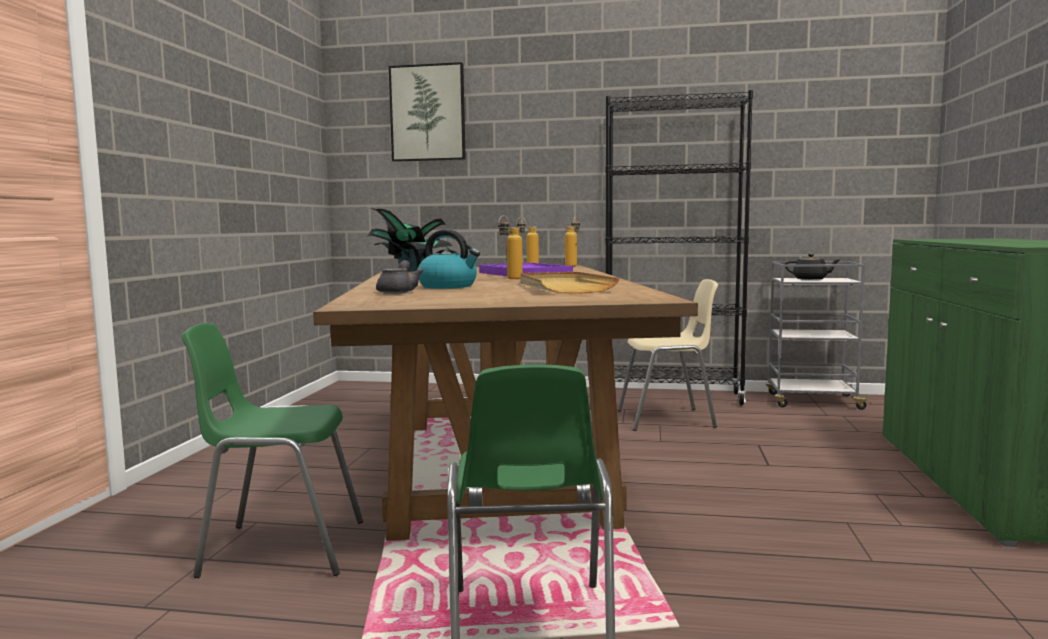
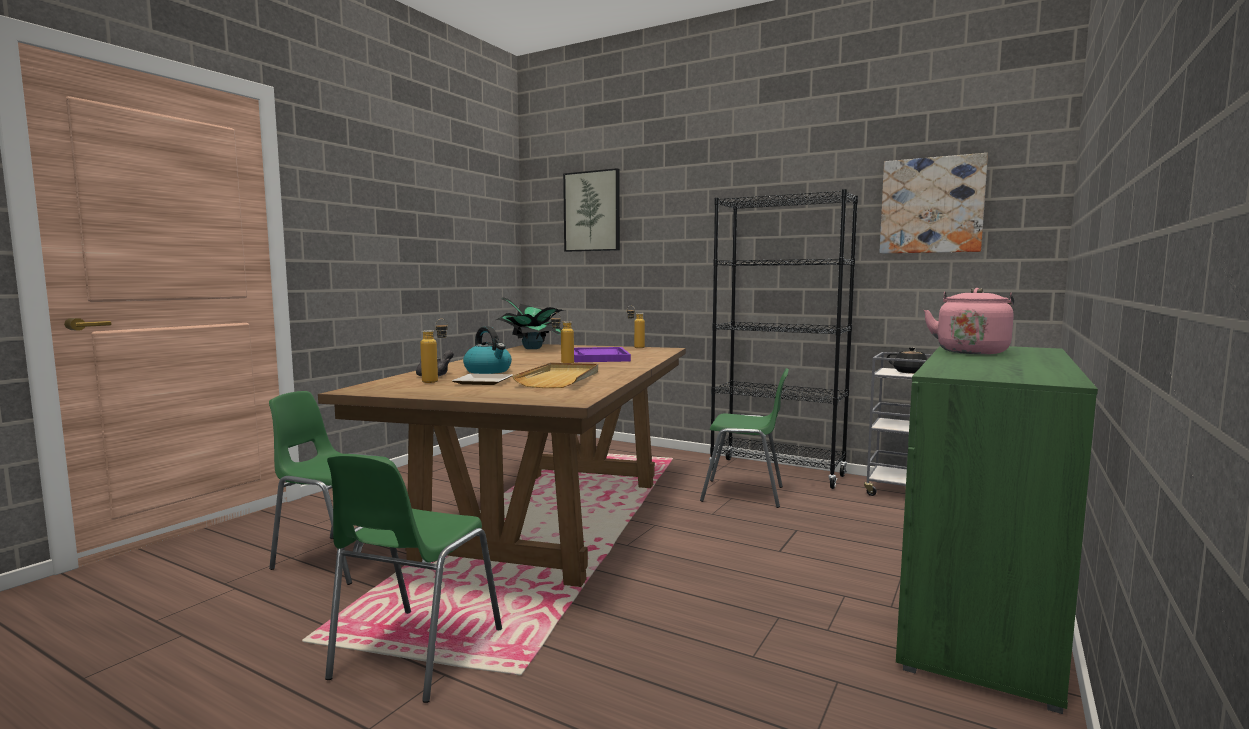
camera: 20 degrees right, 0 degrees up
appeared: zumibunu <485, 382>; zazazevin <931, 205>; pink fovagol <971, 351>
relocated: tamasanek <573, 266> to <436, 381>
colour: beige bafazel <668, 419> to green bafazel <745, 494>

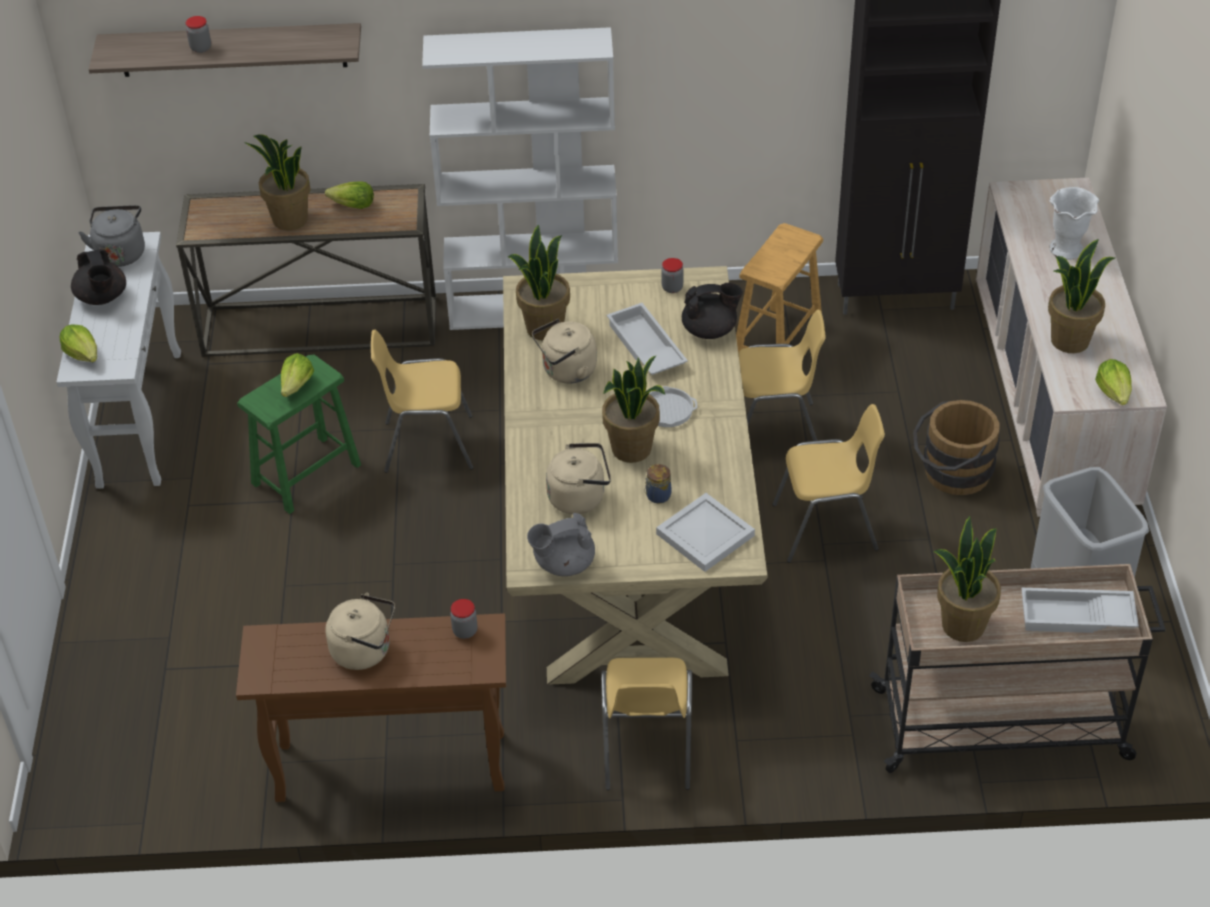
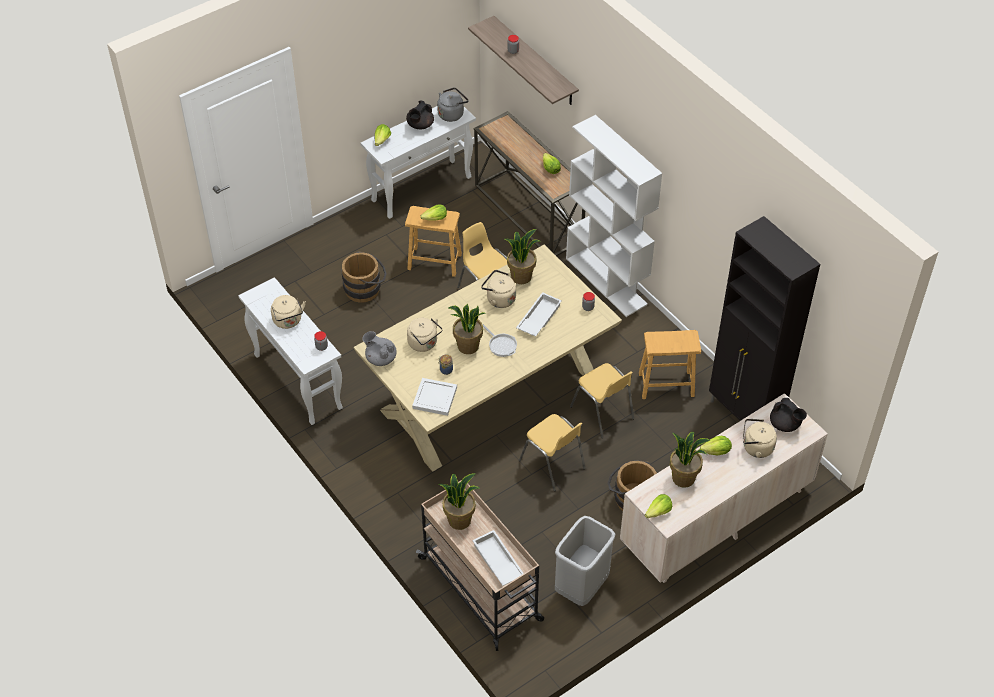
camera: 55 degrees right, 5 degrees up
missing: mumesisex <289, 220>; yellow bafazel <646, 750>
appeared: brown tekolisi <366, 289>; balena <716, 452>
relocated: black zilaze <710, 330> to <785, 424>
exchanged: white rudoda <1065, 249> to beige fovagol <756, 447>
colour: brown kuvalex <389, 768> to white kuvalex <297, 381>; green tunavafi <306, 474> to brown tunavafi <434, 261>

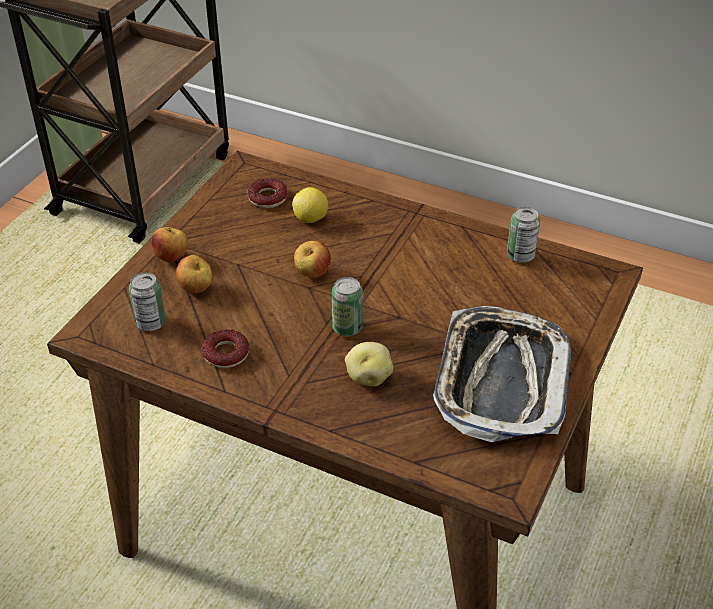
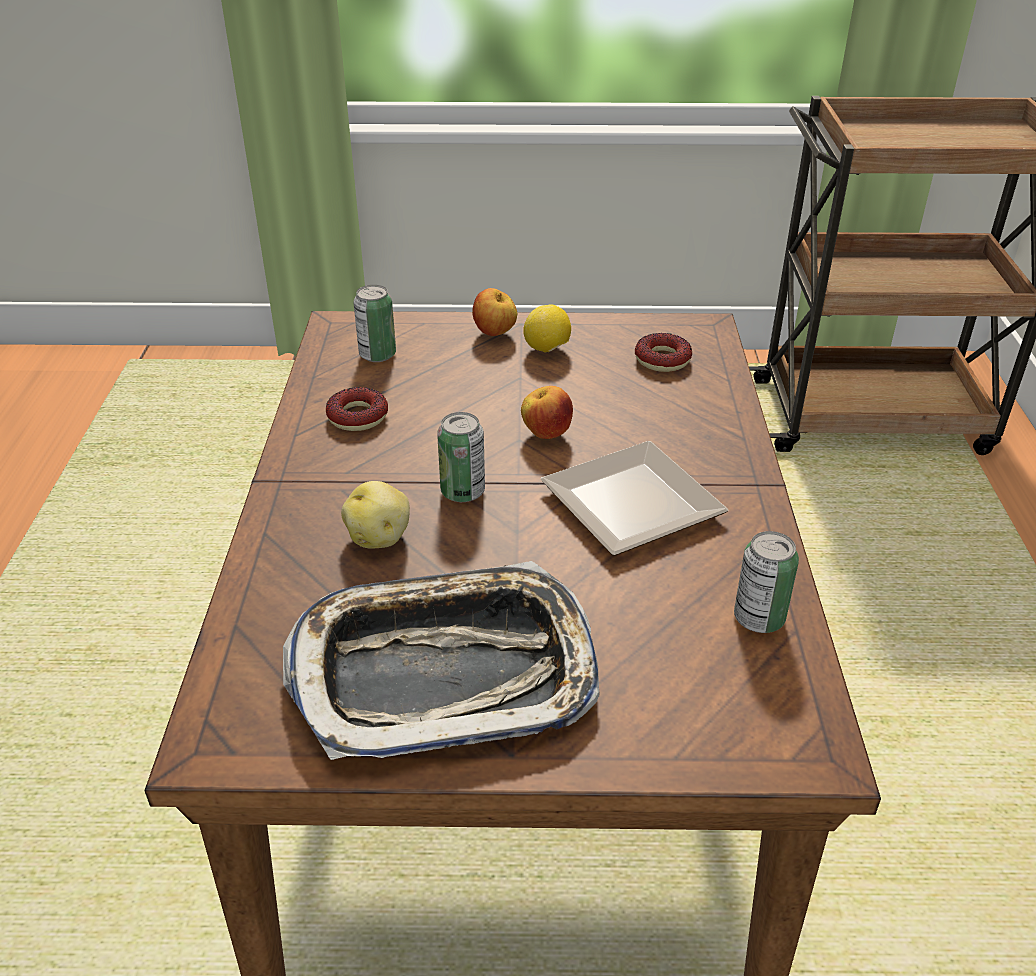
camera: 65 degrees right, 5 degrees down
missing: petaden <196, 289>
appeared: zumibunu <638, 505>
relocated: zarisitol <311, 219> to <547, 350>

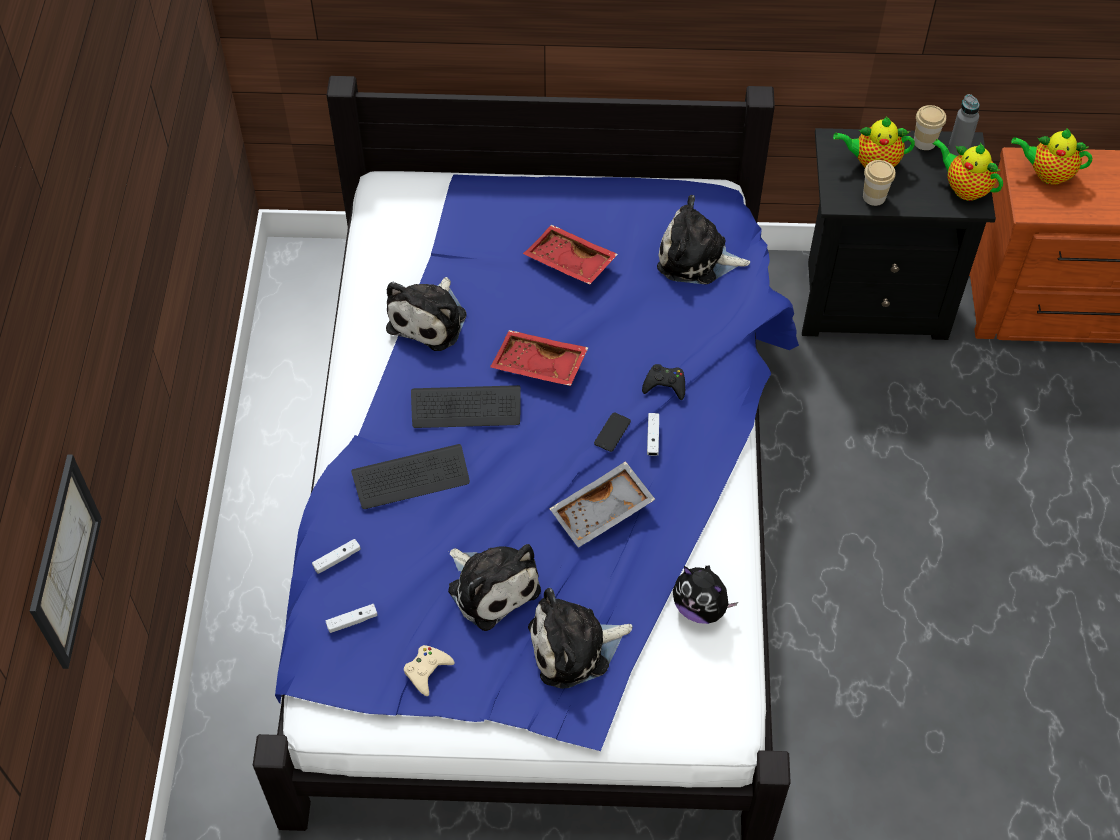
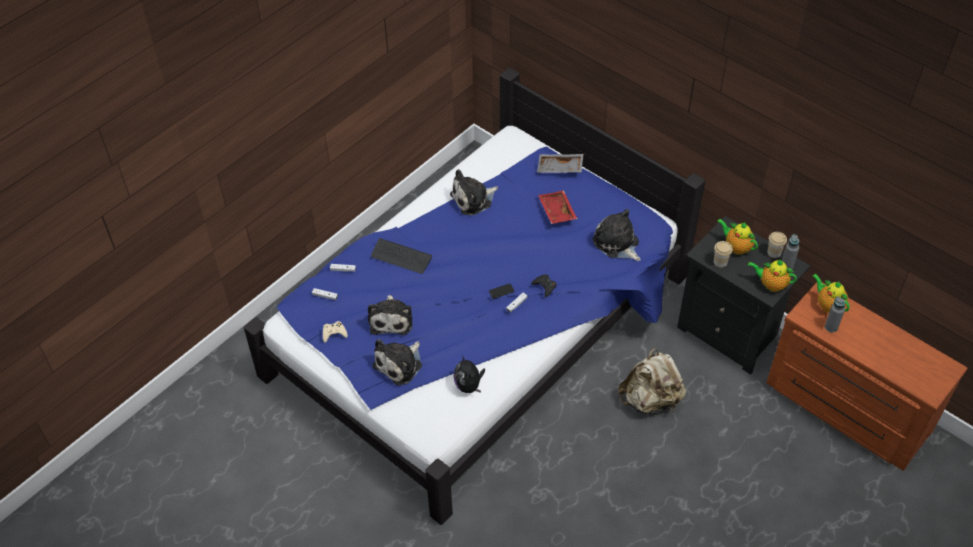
camera: 40 degrees right, 5 degrees down
missing: zazazevin <64, 561>; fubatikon <466, 408>; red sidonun <538, 366>
appeared: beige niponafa <650, 400>; grey tamasanek <831, 327>
relocated: grey sidonun <603, 512> to <560, 168>
spun: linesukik <574, 647> = <400, 364> 75 degrees counterclockwise; zilaze <964, 188> = <771, 284> 60 degrees counterclockwise

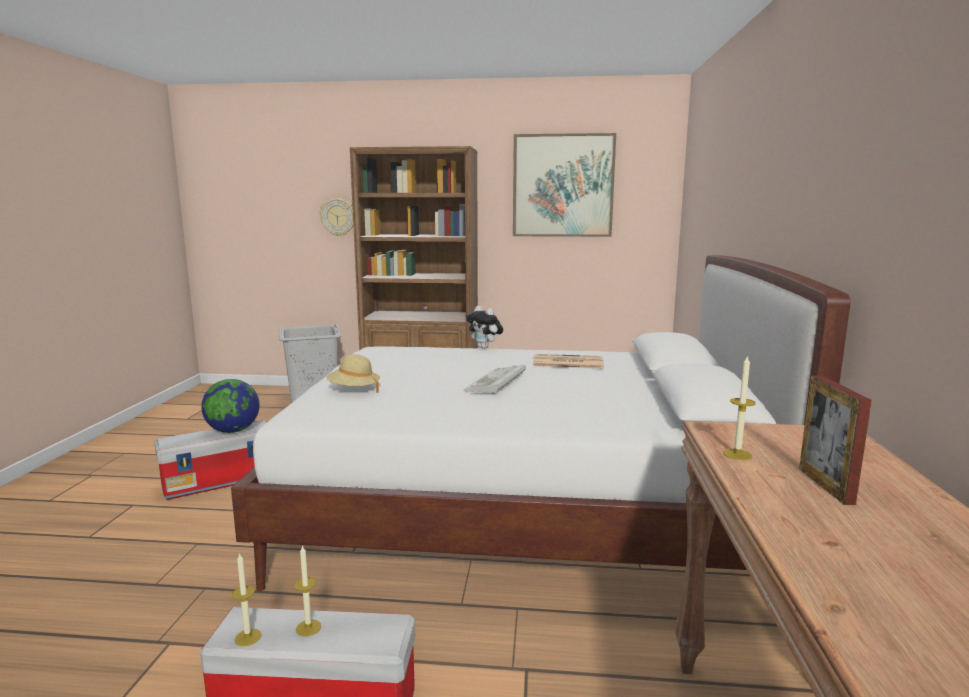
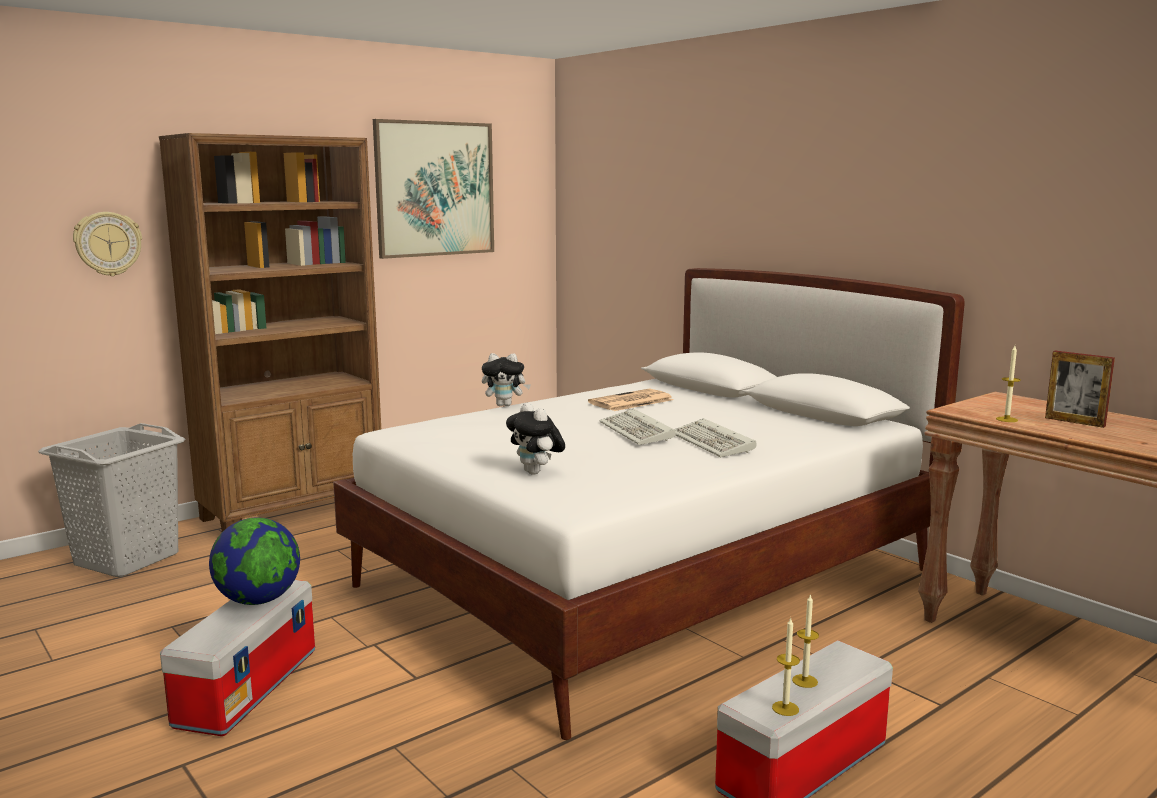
camera: 45 degrees left, 0 degrees up
appeared: fubatikon <714, 443>
exchanged: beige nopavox <354, 390> to linesukik <536, 472>

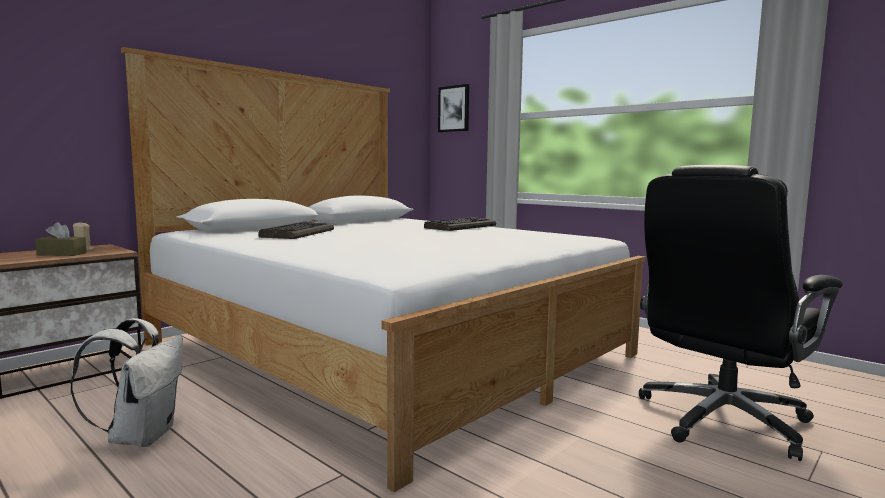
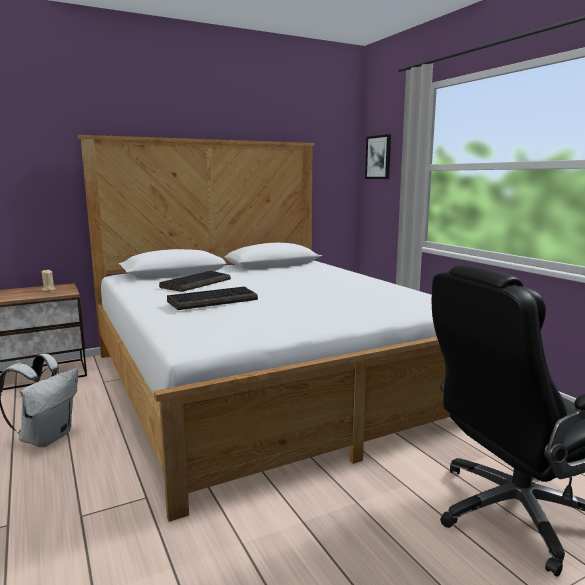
camera: 20 degrees right, 5 degrees up
missing: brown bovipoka <62, 254>
relocated: fubatikon <461, 226> to <213, 300>

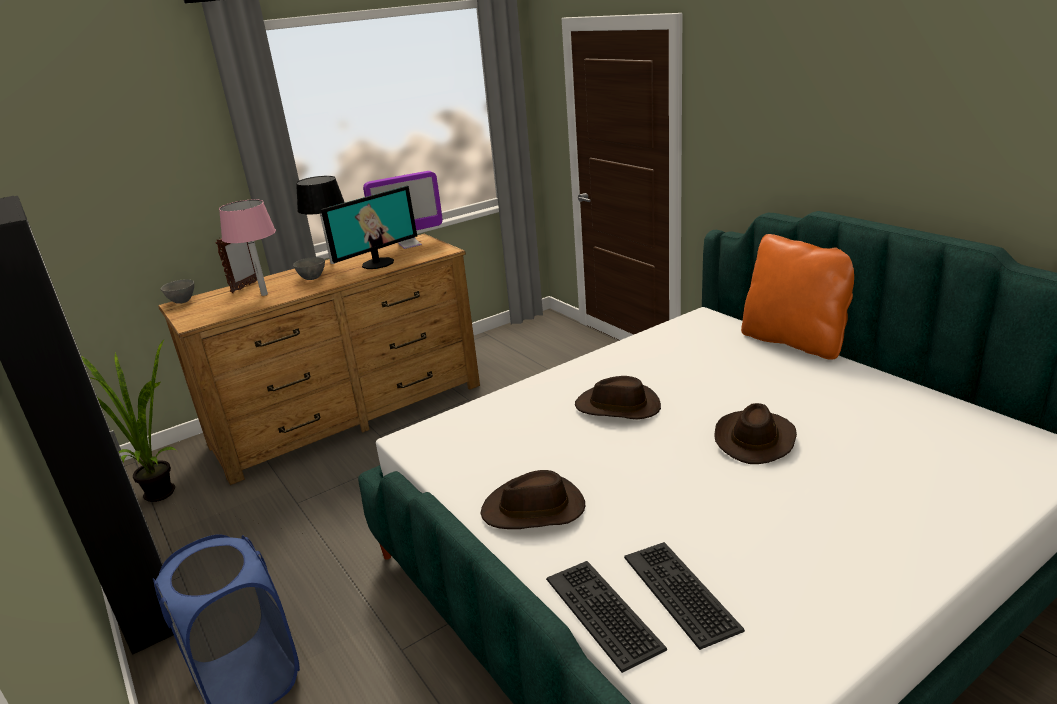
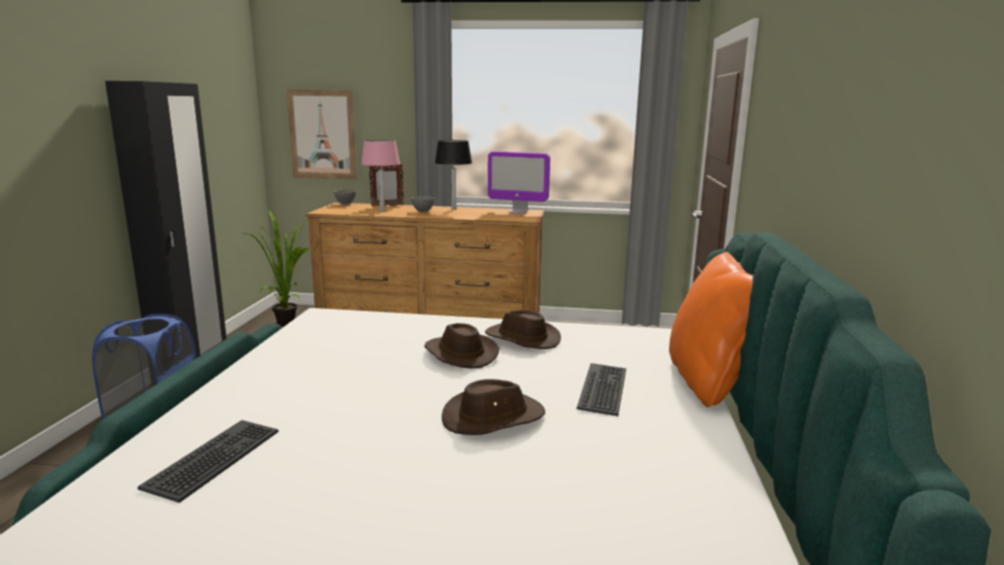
camera: 40 degrees right, 10 degrees down
missing: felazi <377, 263>
appeared: zazazevin <322, 135>
relocated: brown nopavox <534, 509> to <522, 339>; fubatikon <604, 613> to <604, 389>

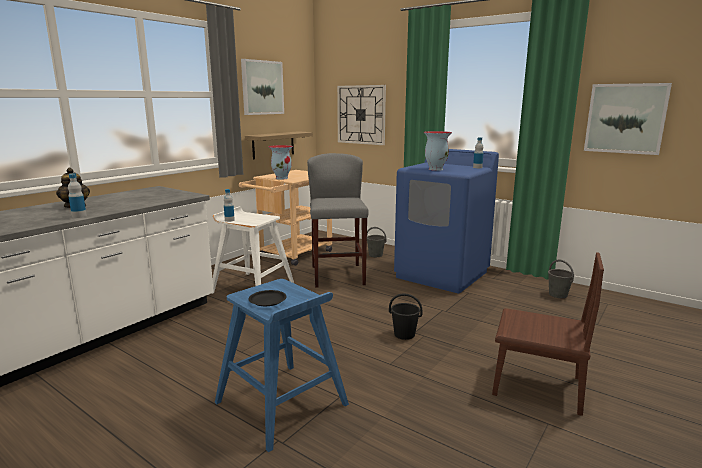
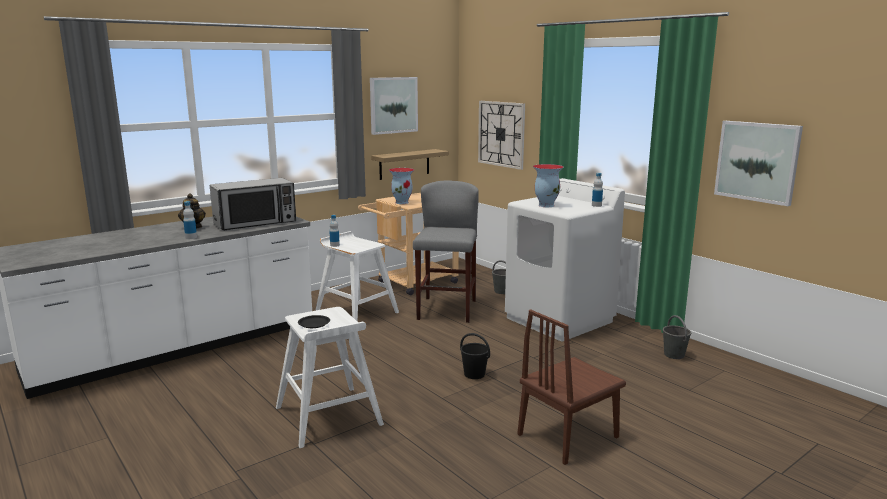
camera: 15 degrees right, 0 degrees up
appeared: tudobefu <255, 223>
colour: blue tunavafi <282, 404> to white tunavafi <328, 416>; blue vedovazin <442, 274> to white vedovazin <559, 320>
spun: brown bafazel <537, 386> = <568, 435> 105 degrees clockwise

